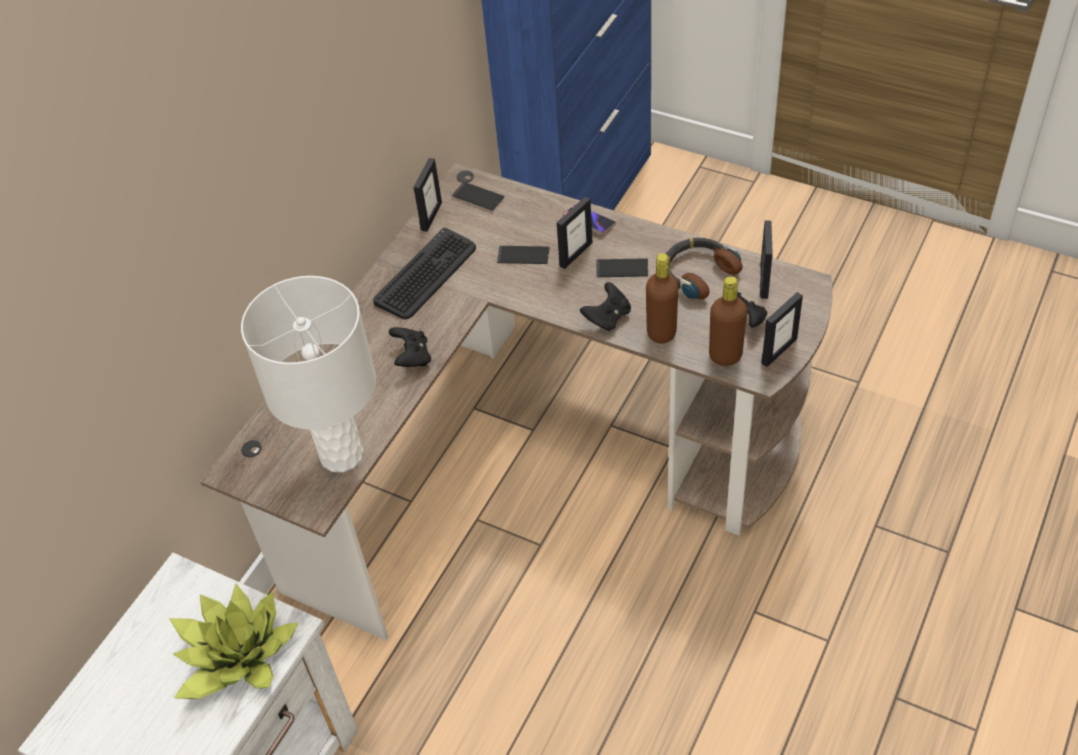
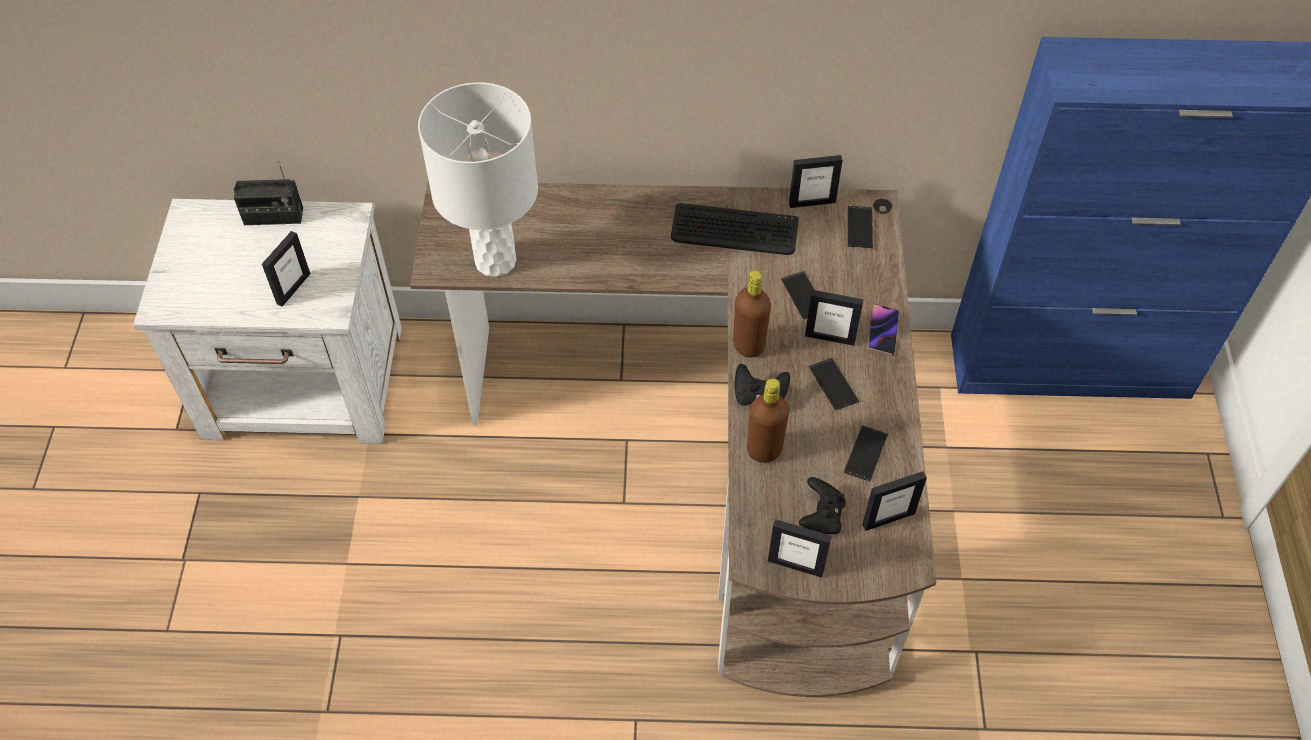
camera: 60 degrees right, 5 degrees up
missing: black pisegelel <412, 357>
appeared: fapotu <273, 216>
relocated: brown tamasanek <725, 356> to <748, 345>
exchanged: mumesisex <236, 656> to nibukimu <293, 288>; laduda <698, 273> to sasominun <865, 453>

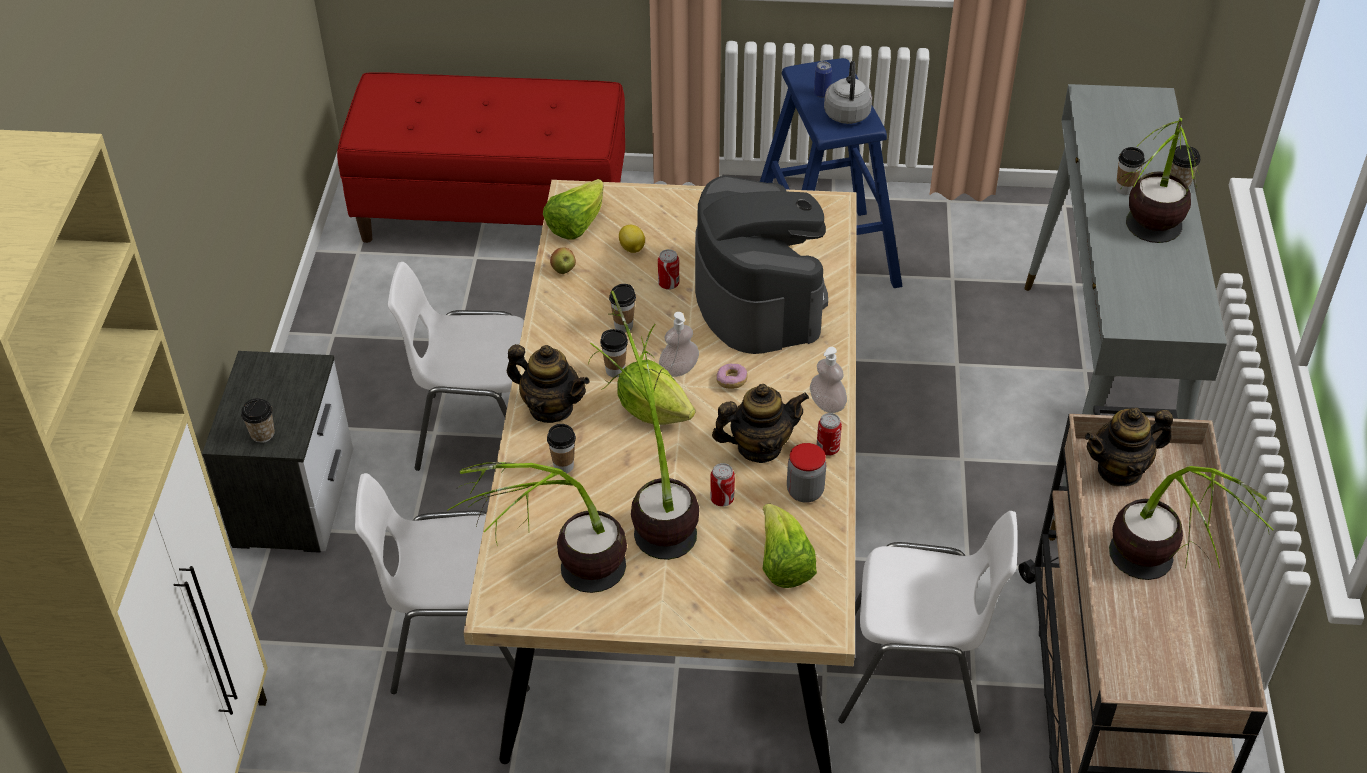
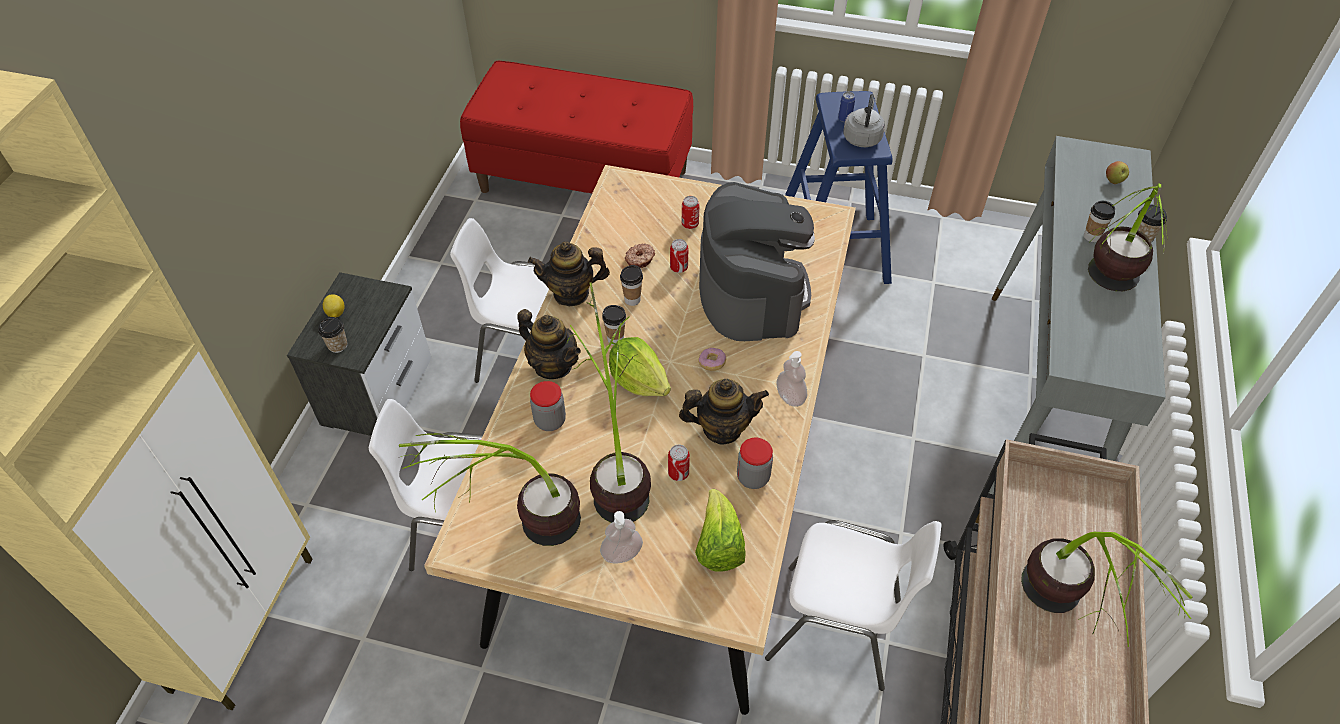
camera: 10 degrees right, 5 degrees up
missing: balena <576, 224>
appeared: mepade <640, 259>
relocated: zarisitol <632, 249> to <336, 313>; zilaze <1120, 470> to <571, 293>; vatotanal <679, 369> to <622, 554>; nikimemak <827, 449> to <690, 224>; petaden <563, 270> to <1113, 181>
exchanged: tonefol <563, 466> to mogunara <550, 421>

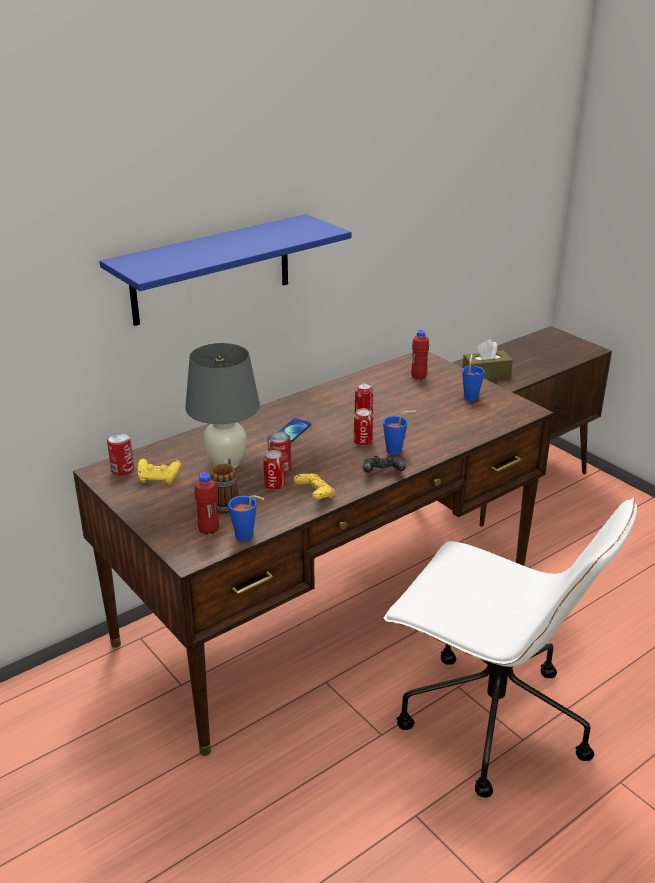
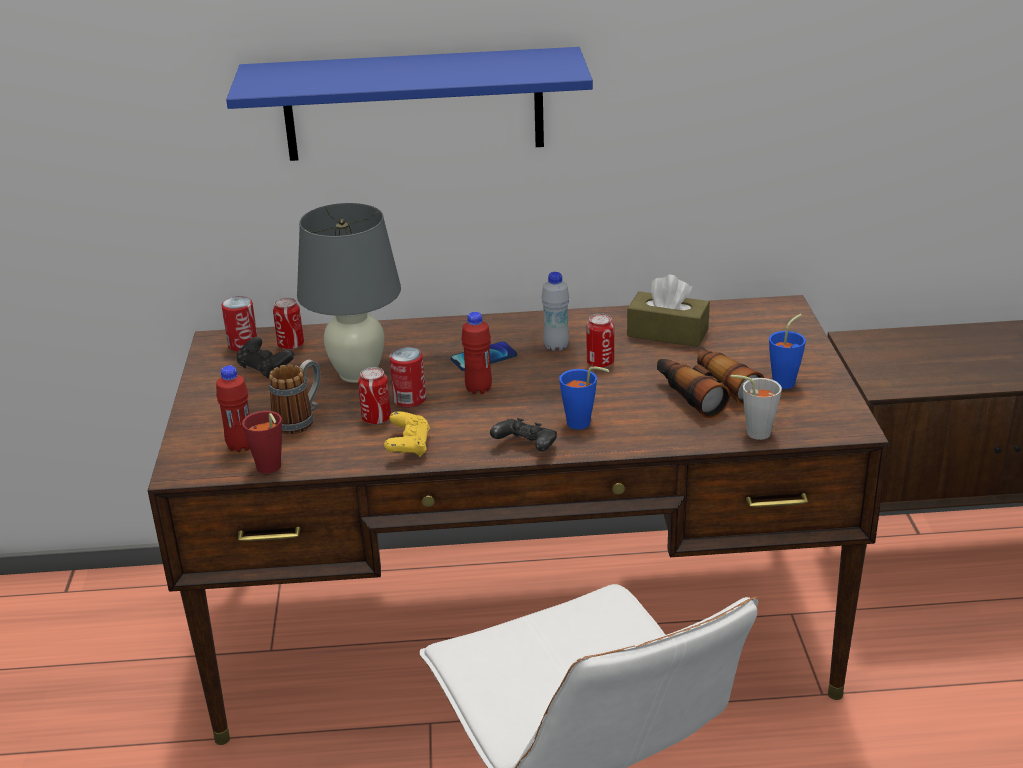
camera: 35 degrees right, 0 degrees up
appeared: white tamasanek <556, 346>; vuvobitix <704, 391>; grey tonefol <752, 432>
relocated: nikimemak <363, 442> to <291, 345>; red tamasanek <418, 377> to <478, 389>; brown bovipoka <486, 374> to <667, 333>
colour: yellow pisegelel <159, 479> to black pisegelel <265, 368>; blue tonefol <247, 537> to red tonefol <270, 469>

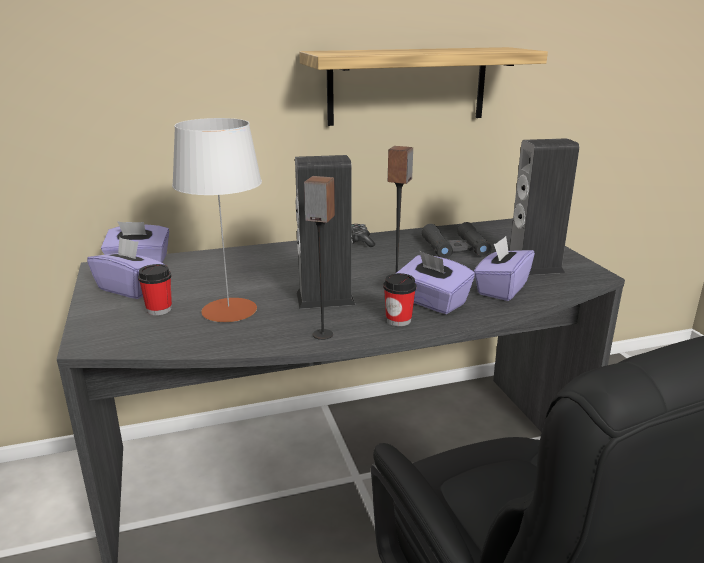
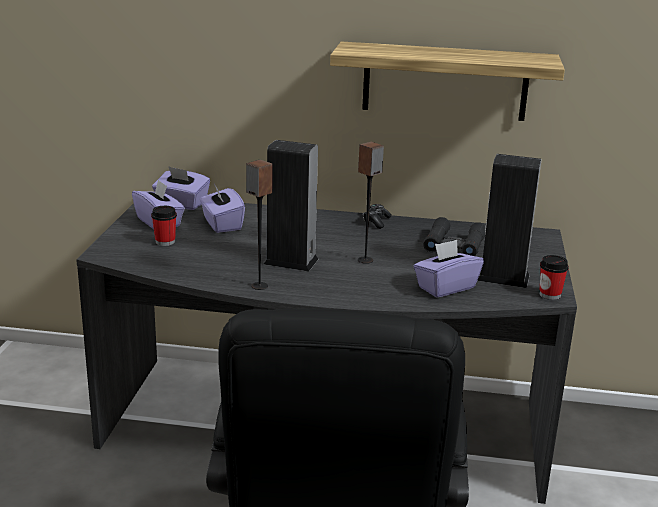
camera: 25 degrees right, 0 degrees up
missing: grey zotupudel <229, 310>
relocated: purple bovipoka <432, 302> to <221, 224>; tonefol <398, 320> to <550, 295>

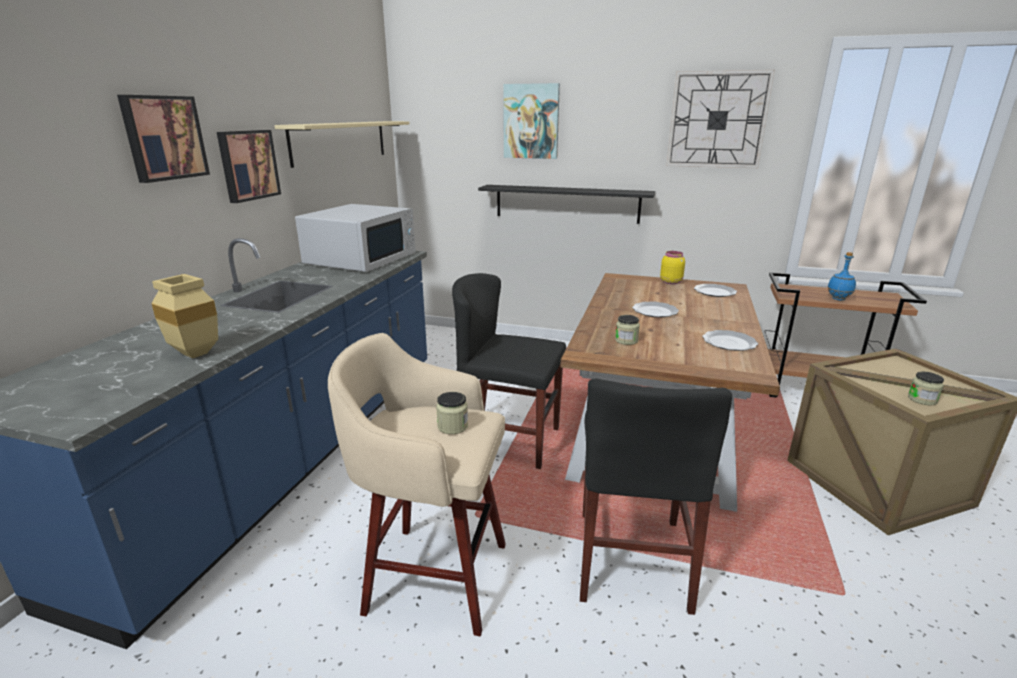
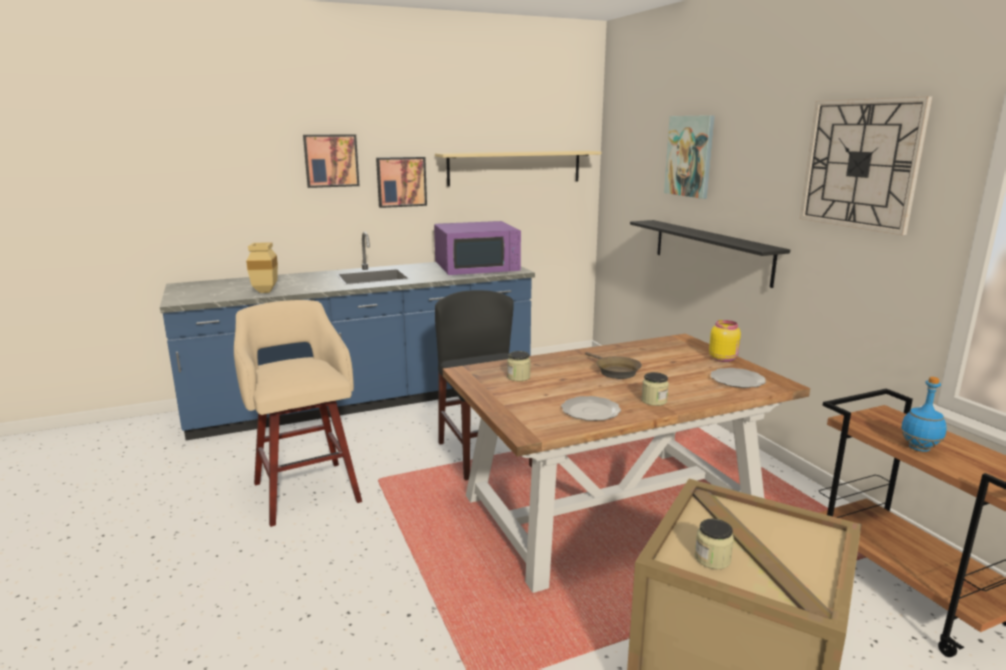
camera: 50 degrees right, 5 degrees down
missing: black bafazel <632, 558>
relocated: mogunara <452, 426> to <654, 401>
exchanged: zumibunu <655, 311> to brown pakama <615, 371>
colour: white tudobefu <362, 259> to purple tudobefu <477, 267>

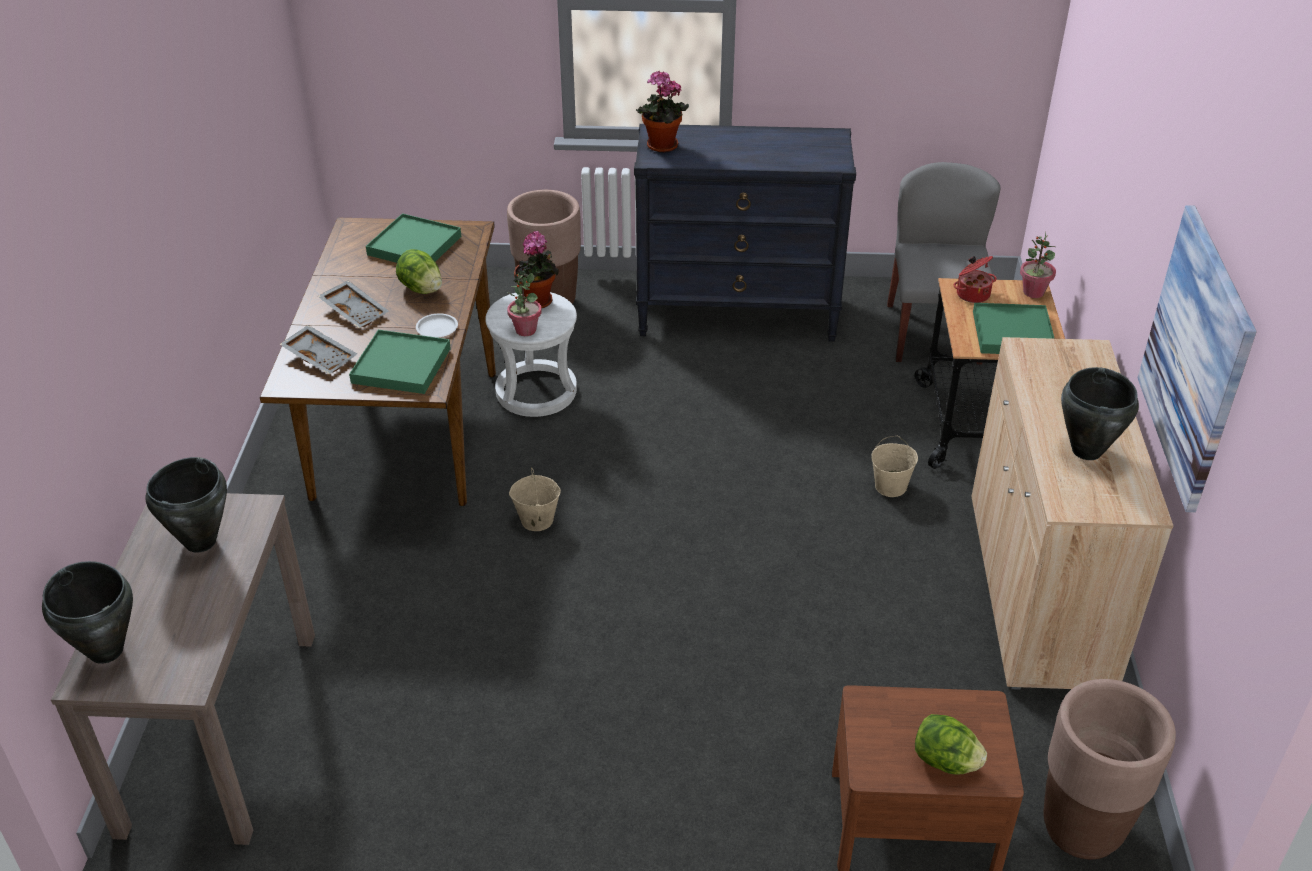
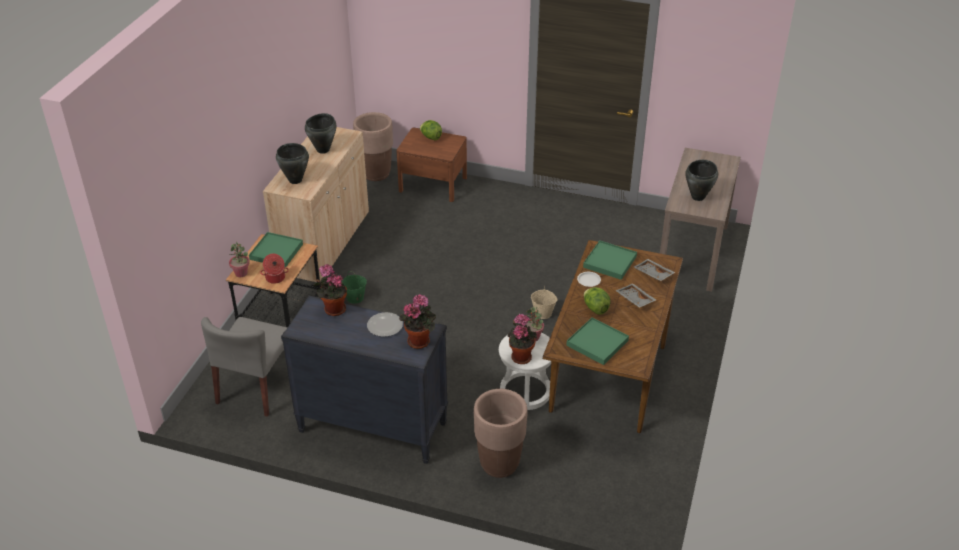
camera: 165 degrees left, 0 degrees up
missing: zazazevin <1195, 357>
appeared: mumesisex <333, 309>; zumibunu <385, 325>
relocated: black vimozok <106, 650> to <295, 180>
colour: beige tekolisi <891, 486> to green tekolisi <355, 298>

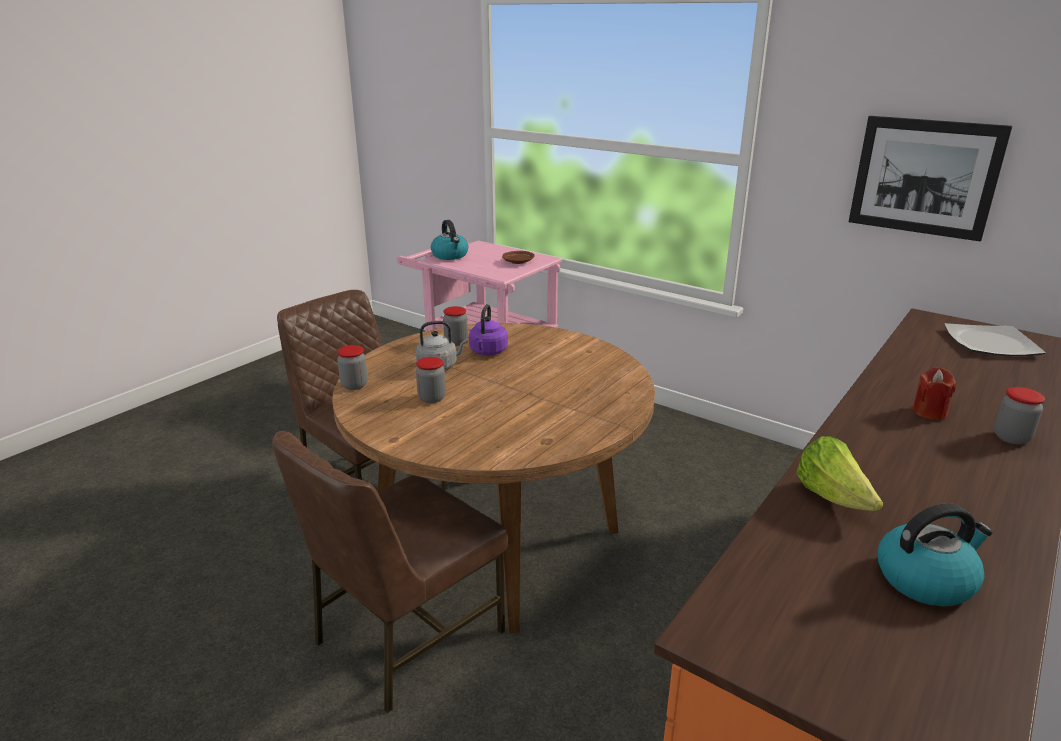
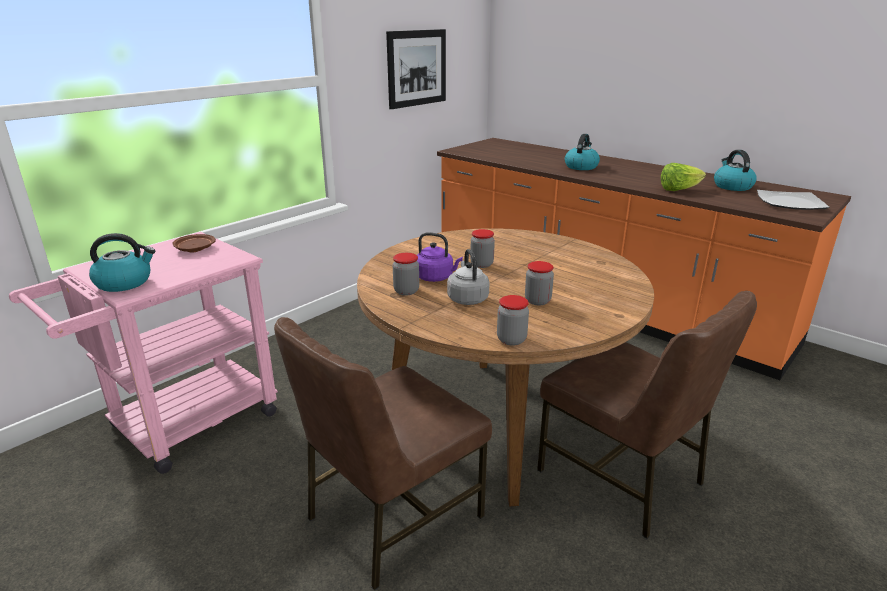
camera: 85 degrees left, 0 degrees up
relocated: mogunara <1011, 437> to <481, 264>; zumibunu <992, 344> to <790, 203>
exchanged: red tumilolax <929, 412> to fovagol <581, 166>

